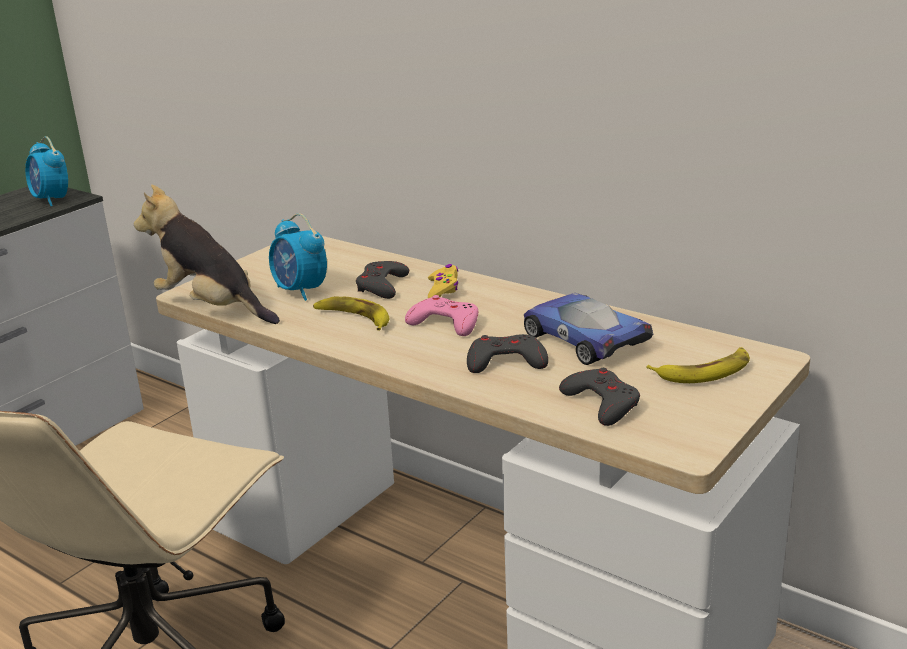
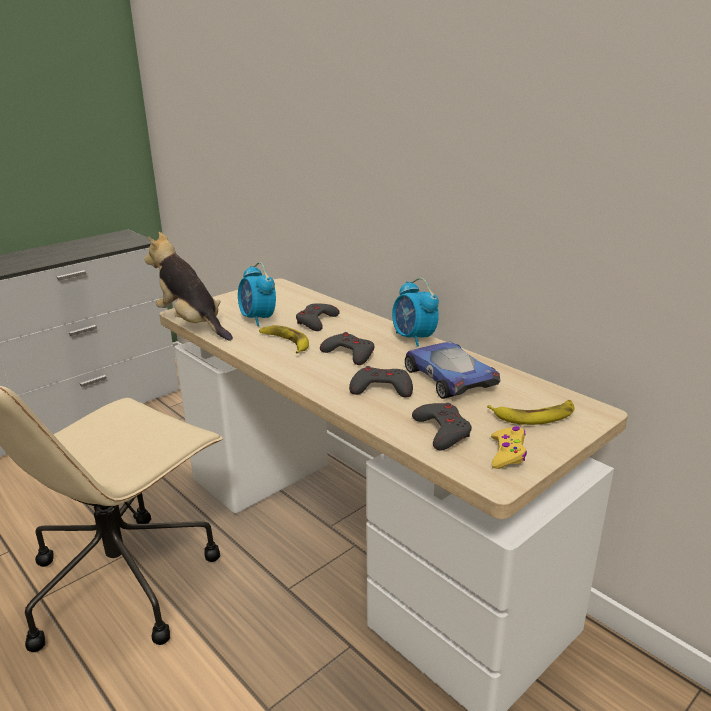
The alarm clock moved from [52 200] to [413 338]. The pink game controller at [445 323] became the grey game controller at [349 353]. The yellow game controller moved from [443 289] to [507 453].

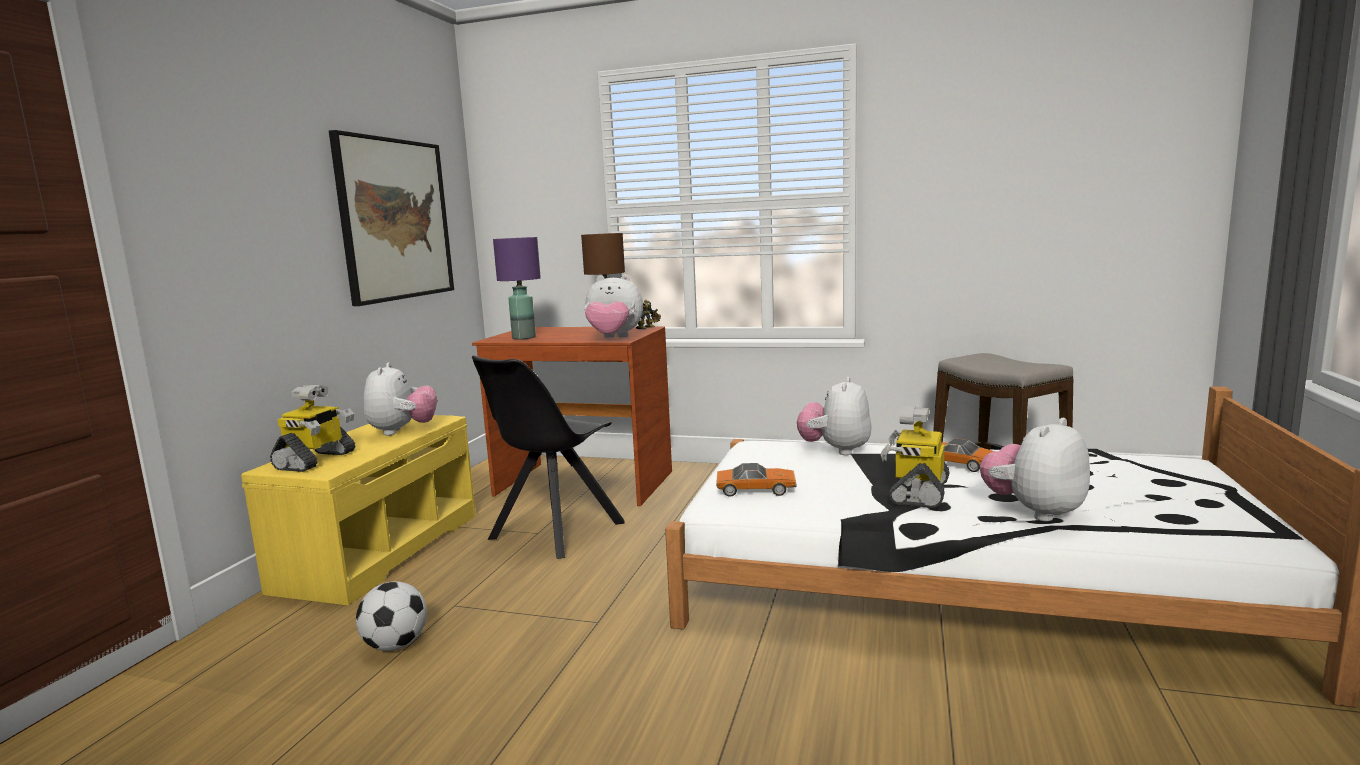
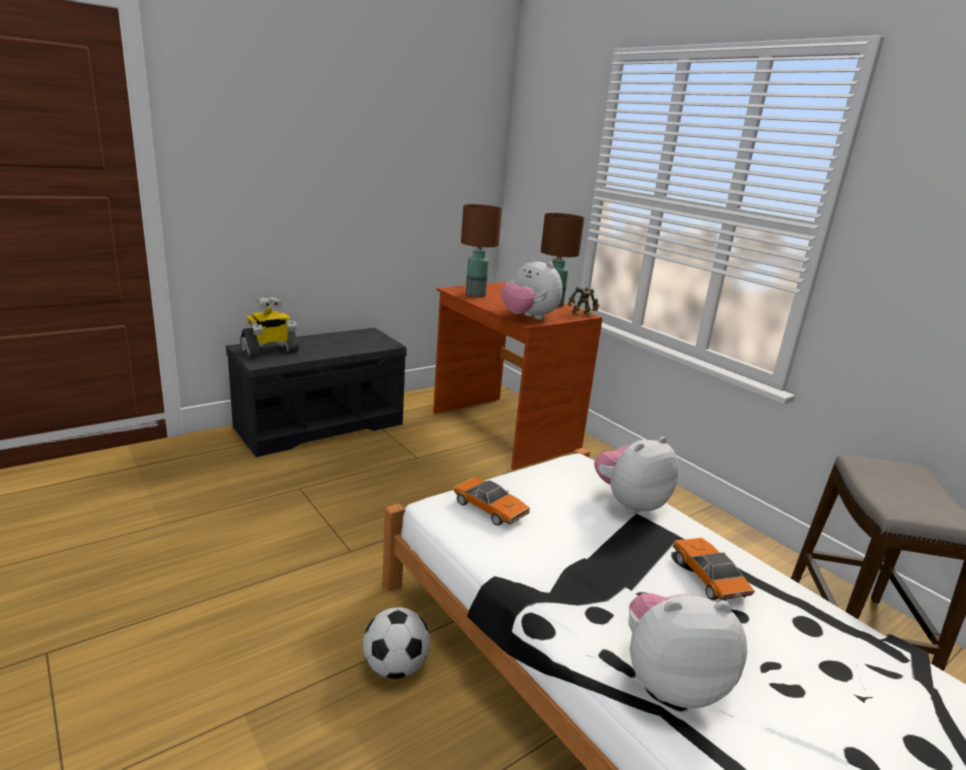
The yellow bench at [380 550] became the grey bench at [320 424]. The picture at [395 219] disappeared. The football moved from [396 645] to [395 667]. The plush toy at [402 431] disappeared. The black chair at [554 532] disappeared. The purple table lamp at [524 338] became the brown table lamp at [475 295]. The toy robot at [917 492] disappeared.

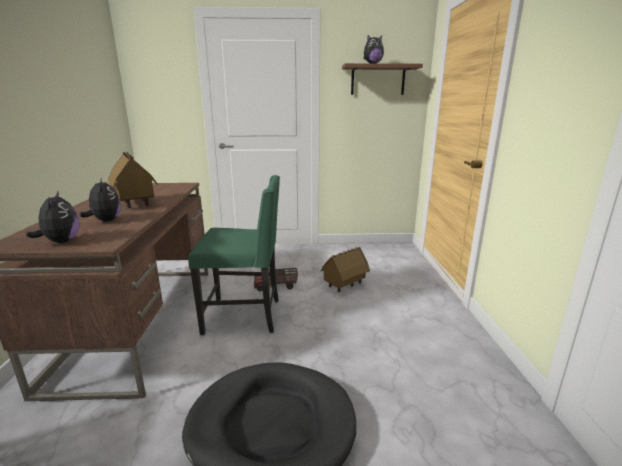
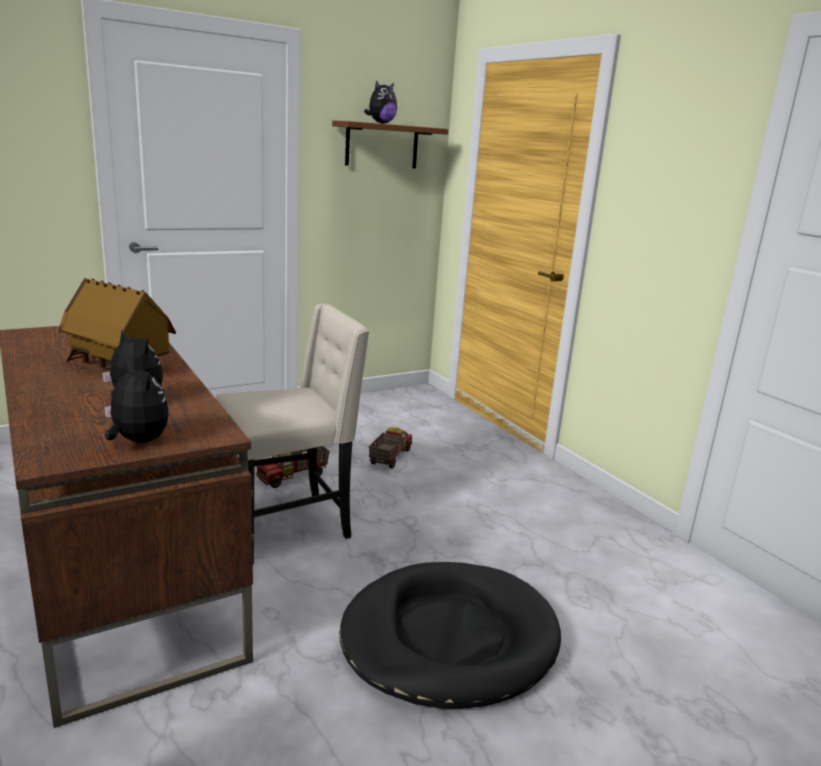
The green chair at [245 315] became the beige chair at [287 526]. The toy house at [344 285] was replaced by the toy truck at [389 457].

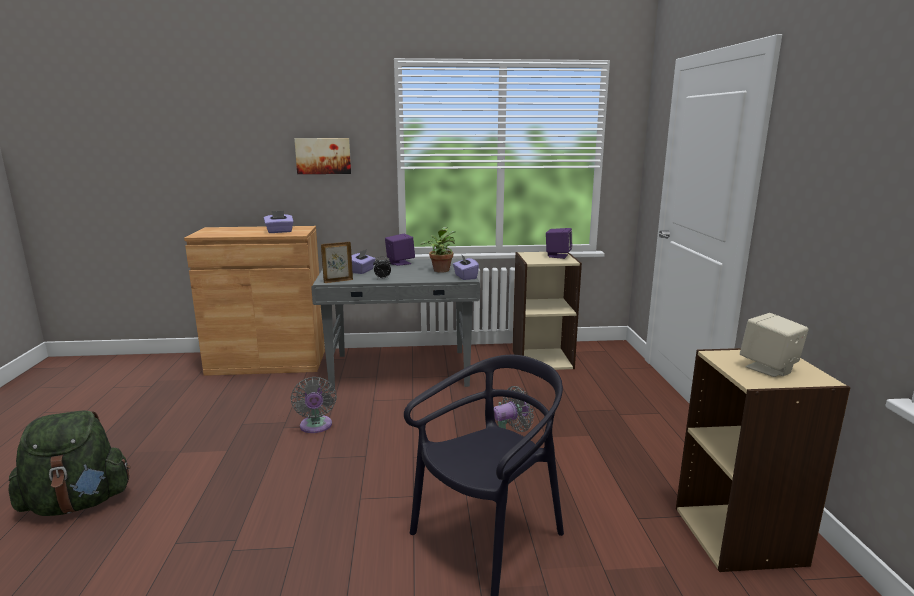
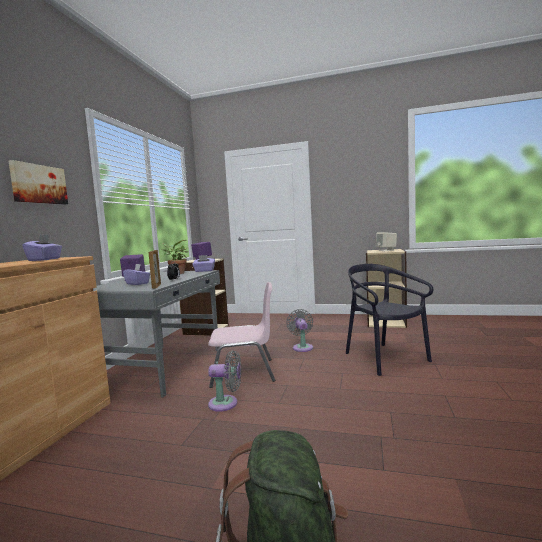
The pink chair at [244 372] appeared.

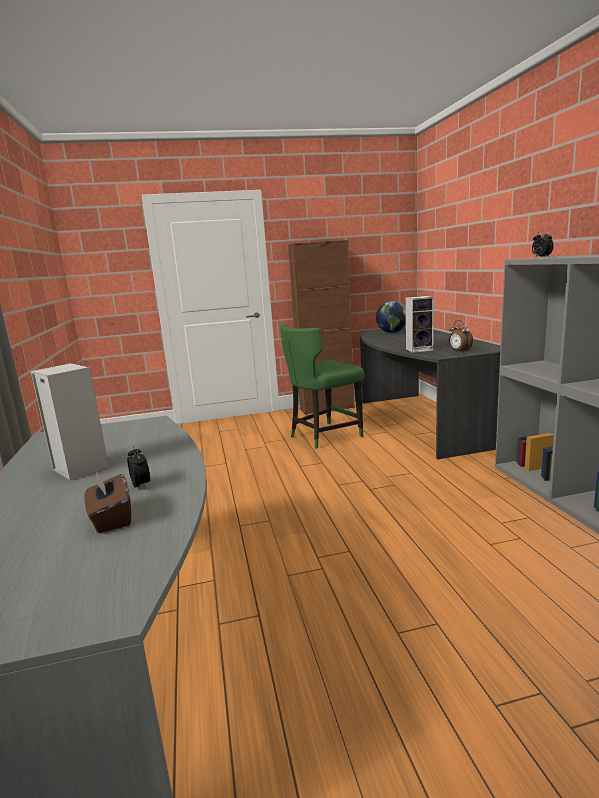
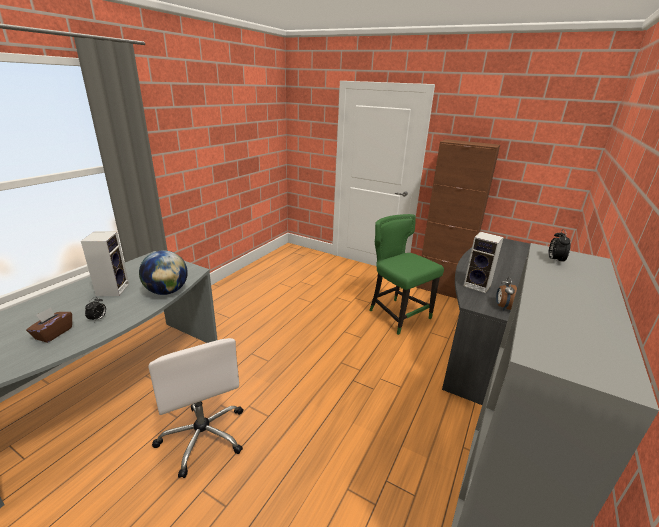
The green chair at [323 436] turned 45 degrees clockwise. The globe moved from [392 332] to [167 291]. The white office chair at [203 436] appeared.

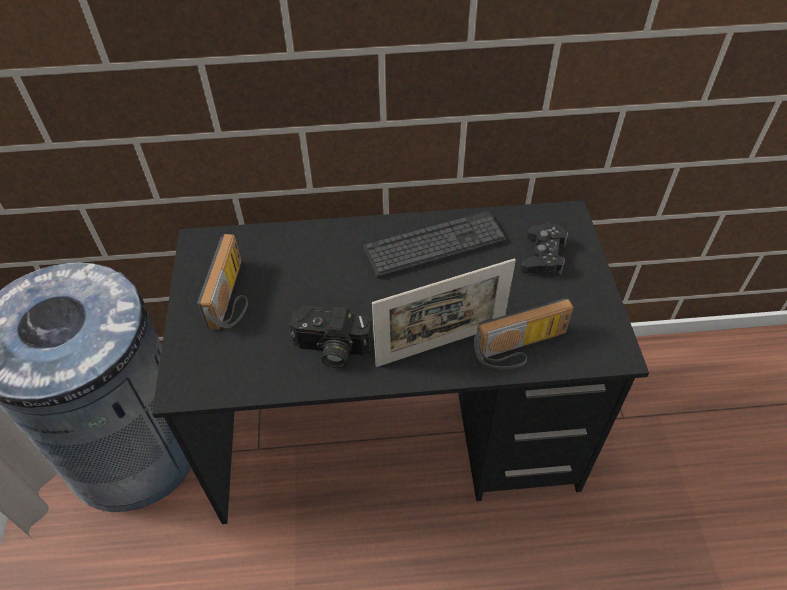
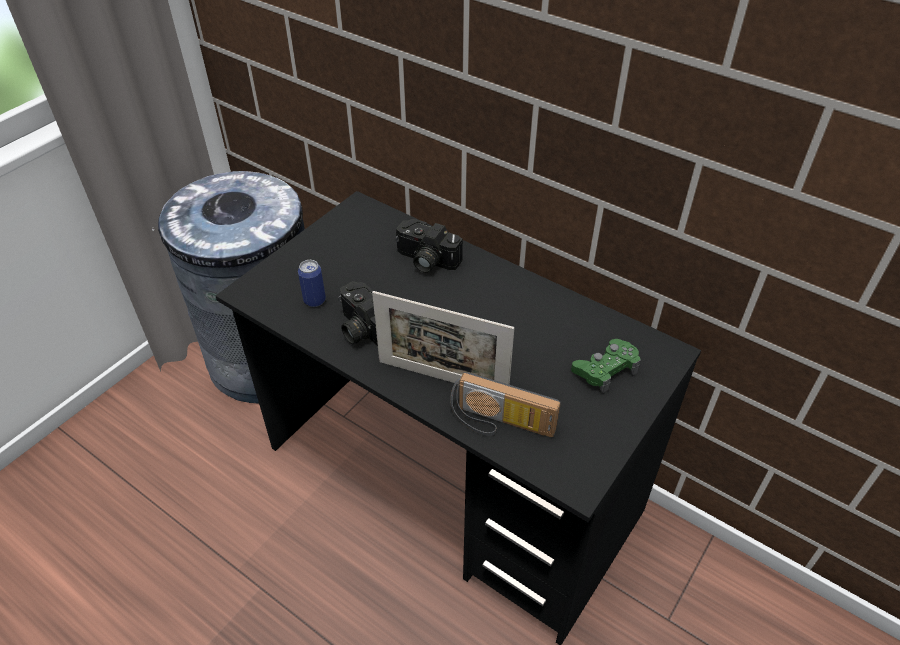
The radio at [233 297] disappeared. The keyboard at [434 245] disappeared. The black game controller at [543 256] became the green game controller at [605 369]. The can at [314 300] appeared. The photo camera at [425 260] appeared.

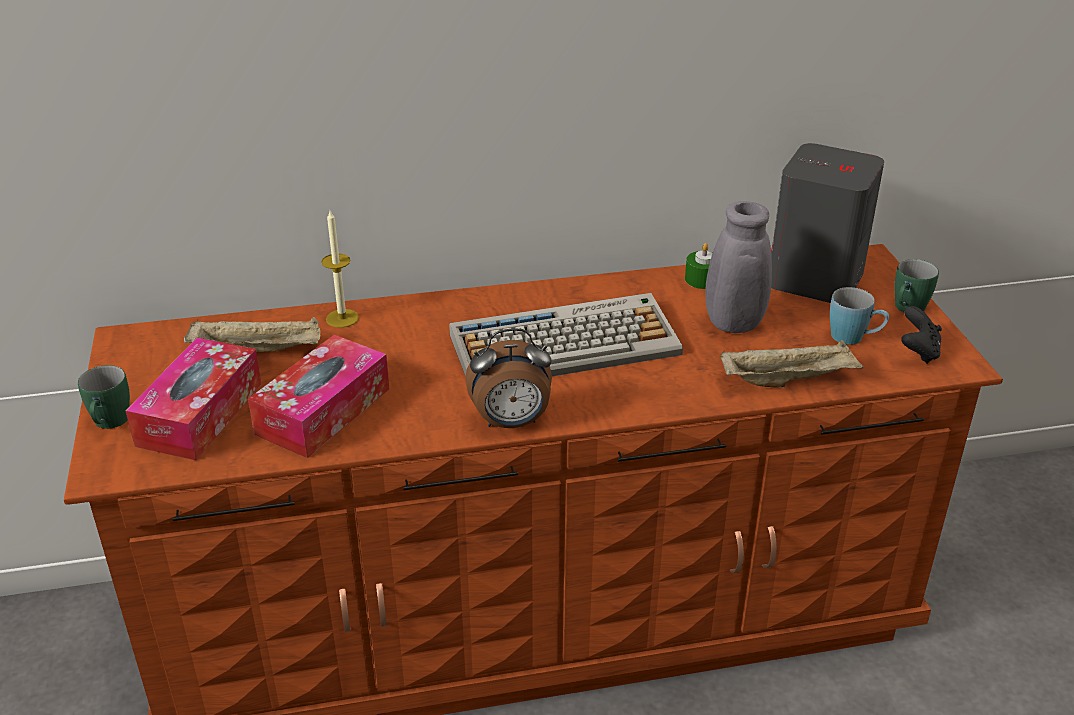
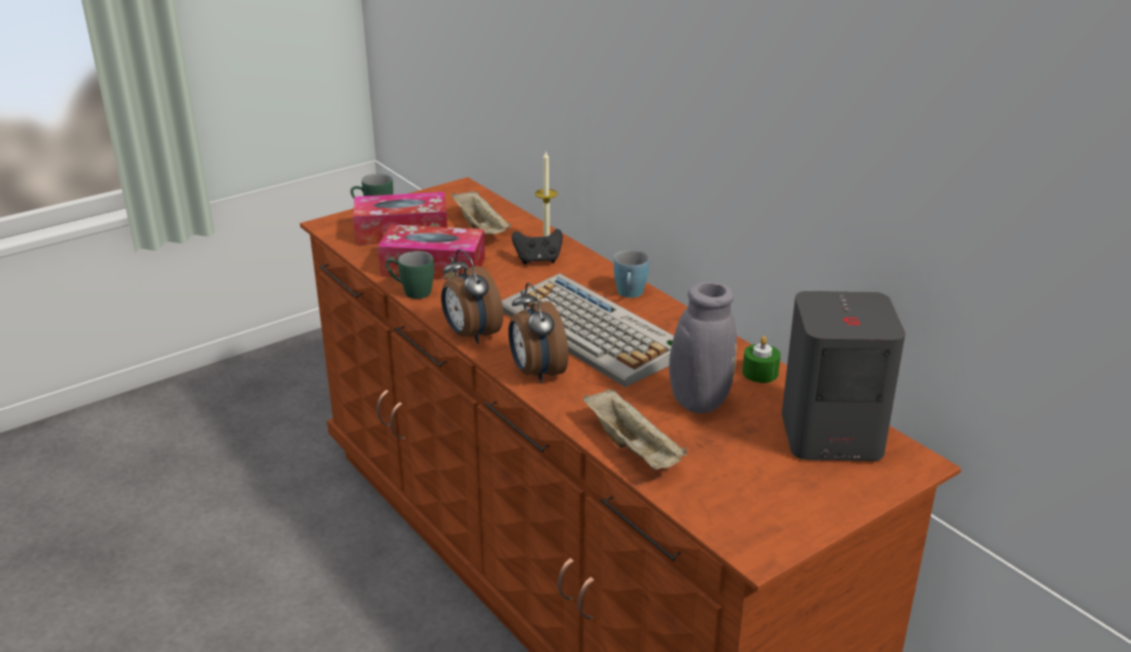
The blue mug moved from [854 338] to [630 294]. The green mug moved from [907 309] to [411 292]. The black game controller moved from [918 352] to [538 260]. The alarm clock at [536 373] appeared.

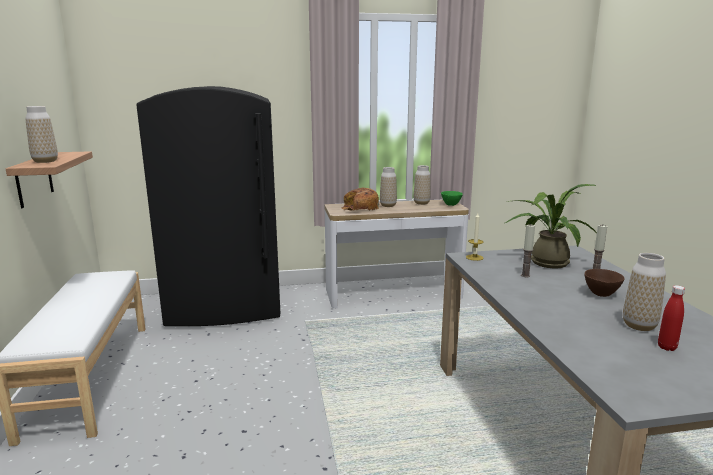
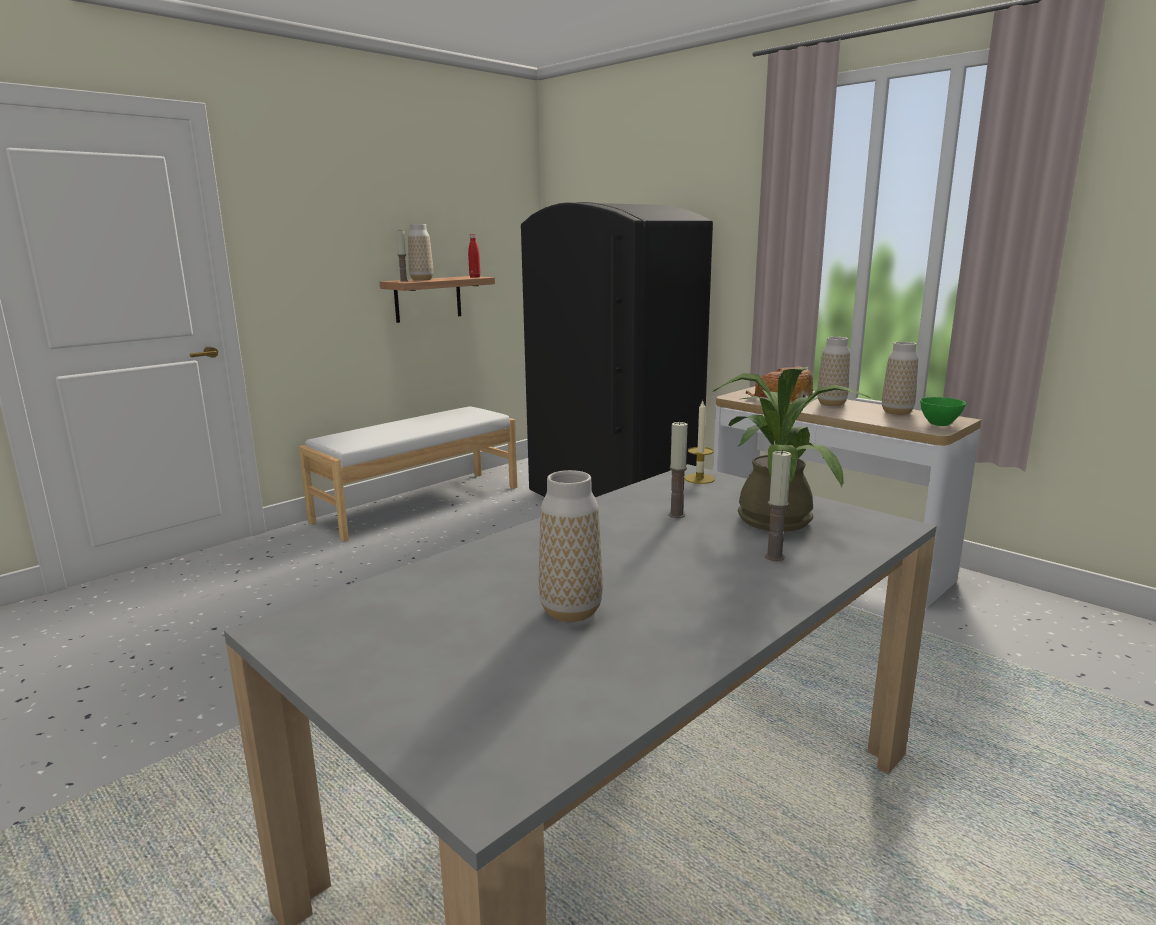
The brown bowl at [601 294] disappeared. The red bottle moved from [667 347] to [475 277]. The candle at [403 281] appeared.

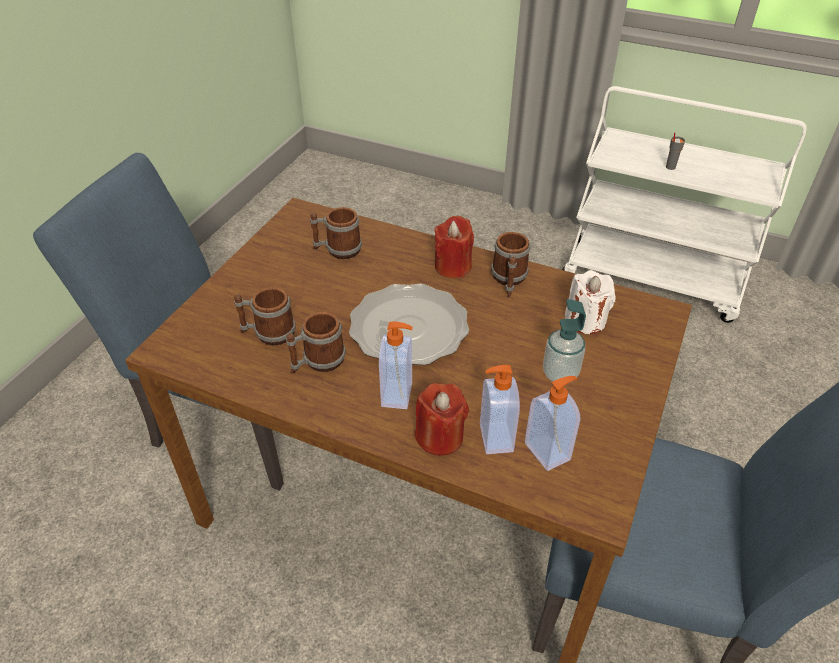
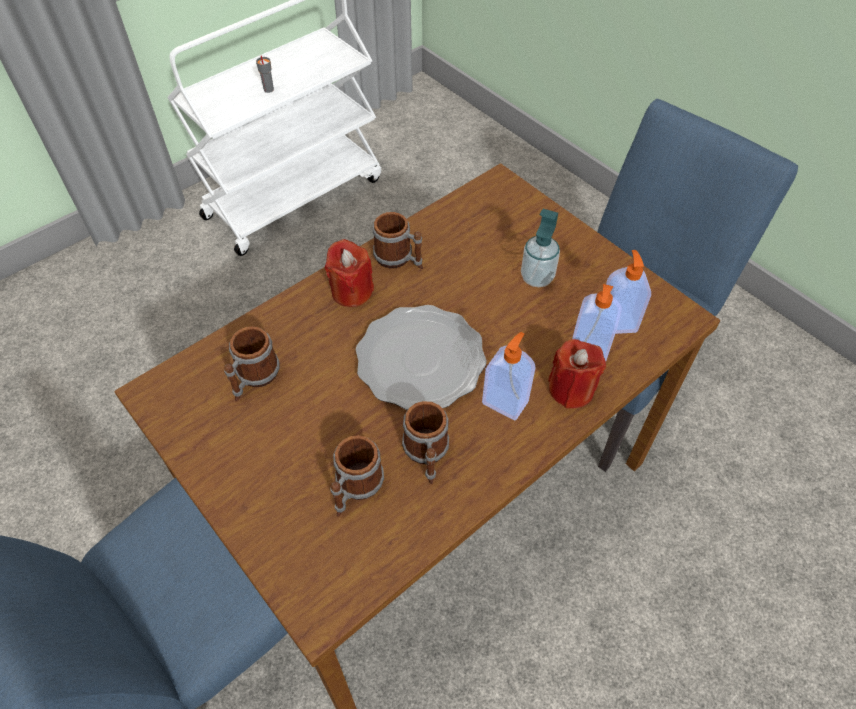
The white candle at [585 320] disappeared.

